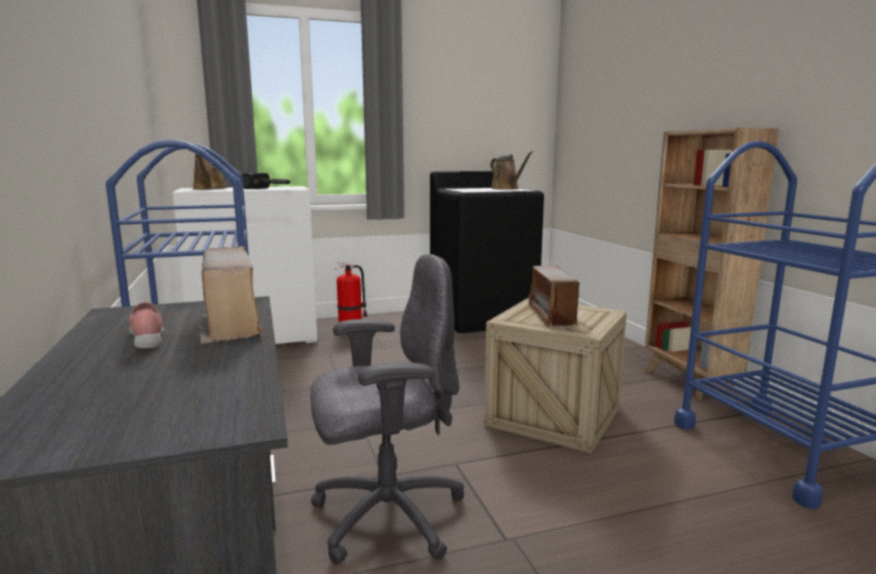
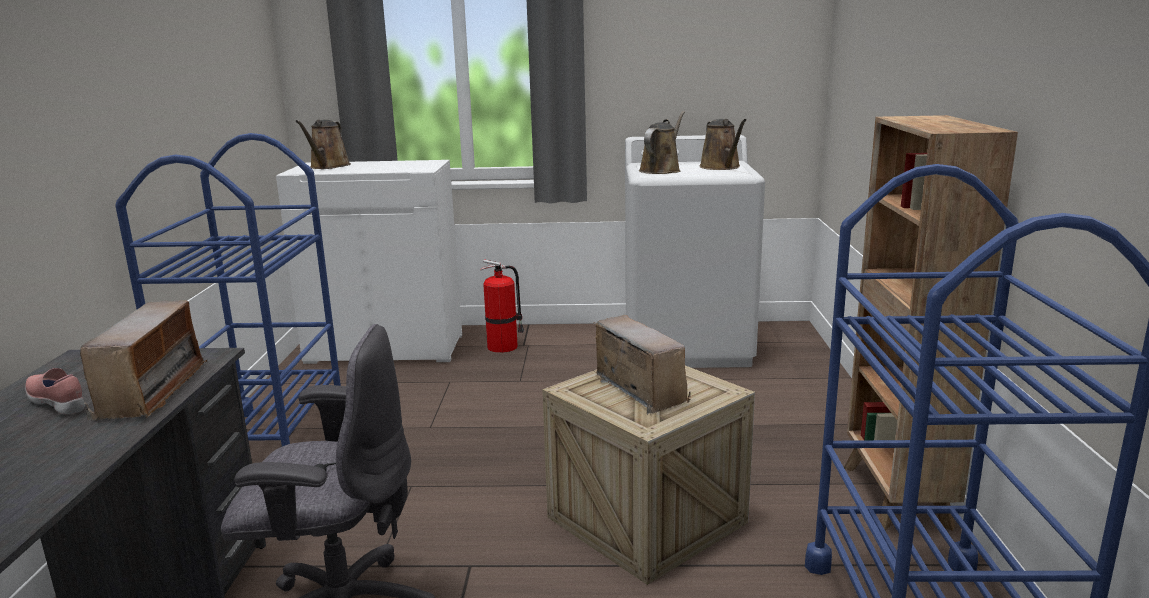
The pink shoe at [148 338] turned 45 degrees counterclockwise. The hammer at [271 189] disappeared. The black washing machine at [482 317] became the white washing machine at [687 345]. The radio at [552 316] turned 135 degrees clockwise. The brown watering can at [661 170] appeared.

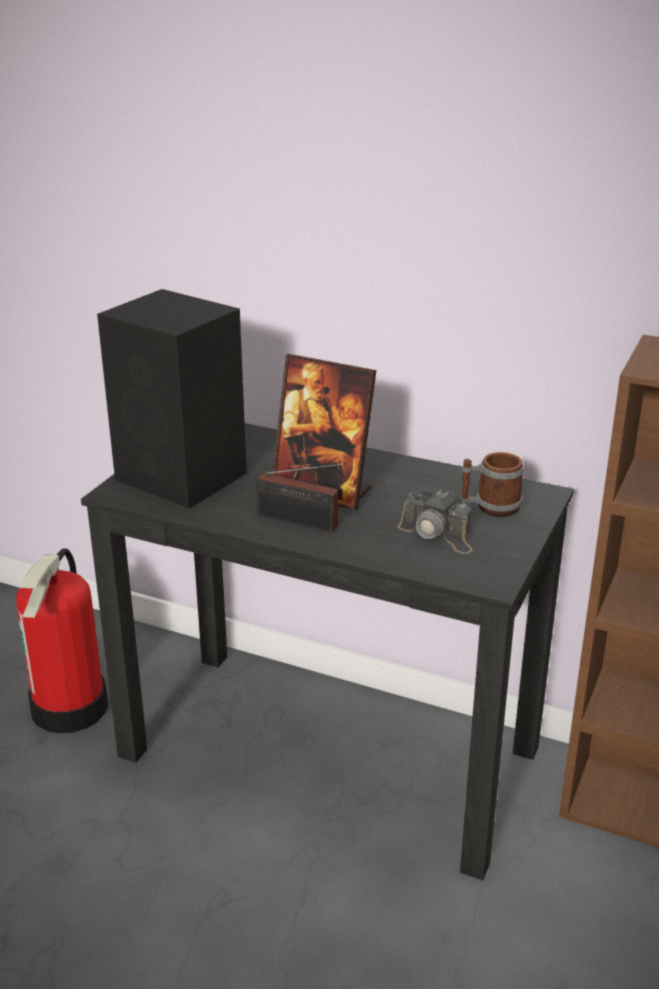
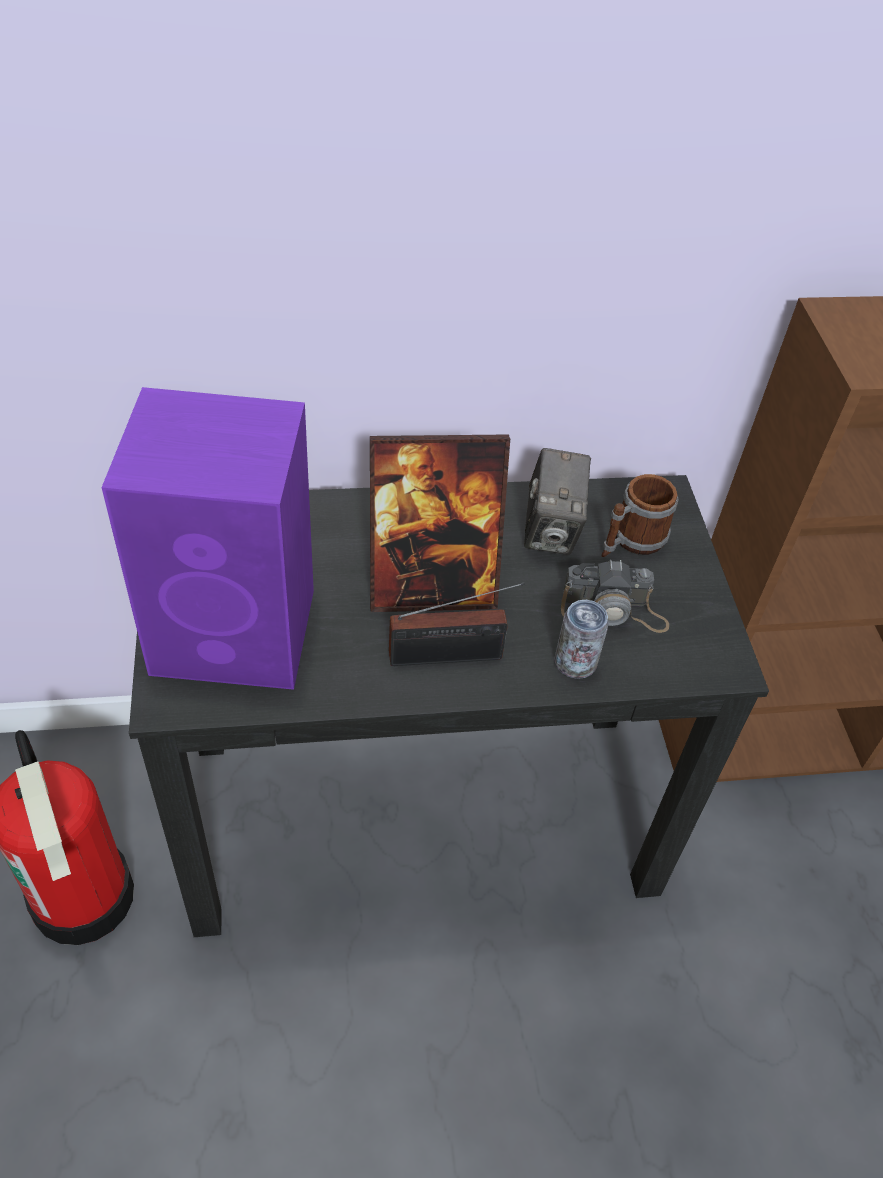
The black speaker at [183 477] became the purple speaker at [238 632]. The photo camera at [551 531] appeared. The can at [575 662] appeared.

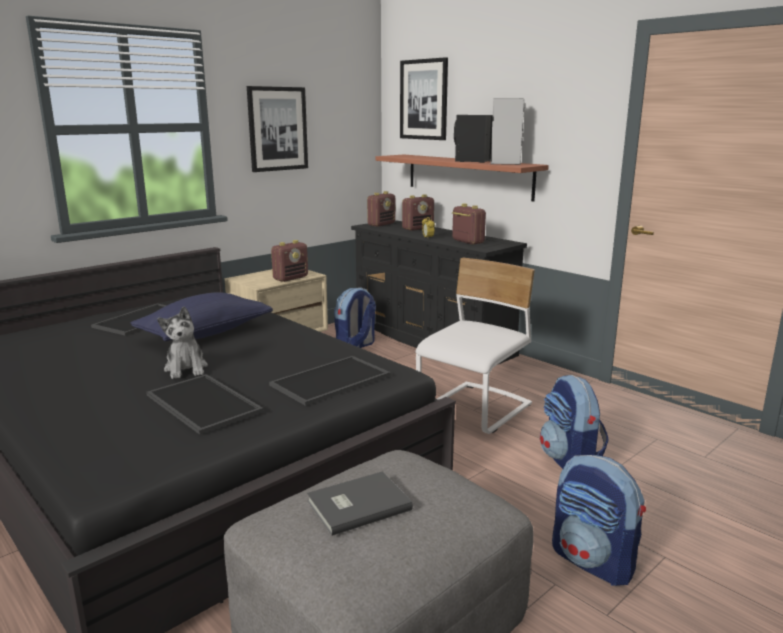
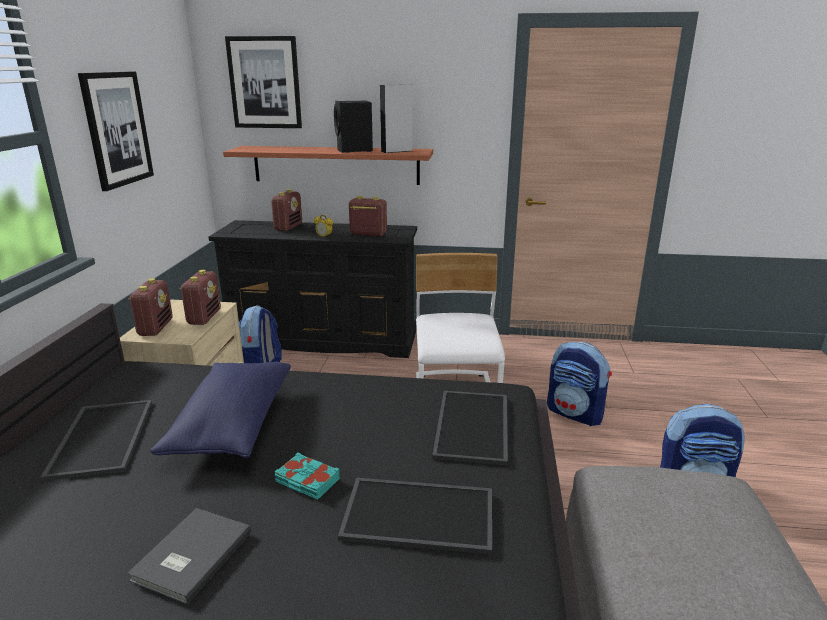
The plush toy at [186 368] was replaced by the turquoise book at [307 481]. The grey book moved from [356 504] to [189 556]. The radio moved from [381 224] to [155 328].

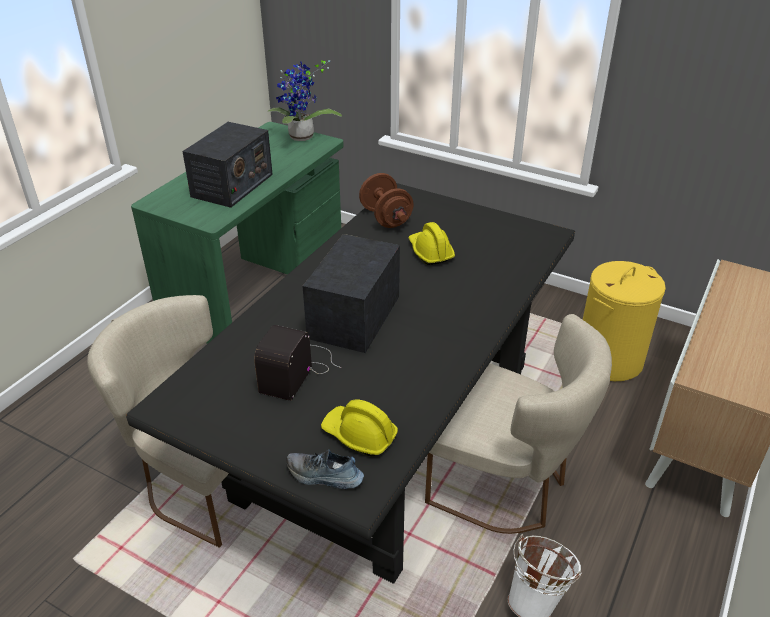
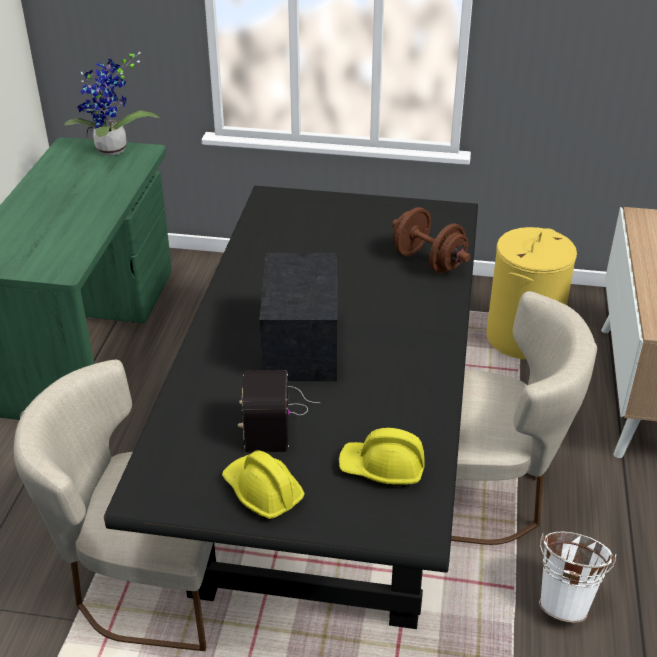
The radio at [232 186] disappeared. The shoe at [324 476] disappeared. The brown dumbbell moved from [386 218] to [428 261]. The yellow hard hat moved from [430 252] to [262 492].

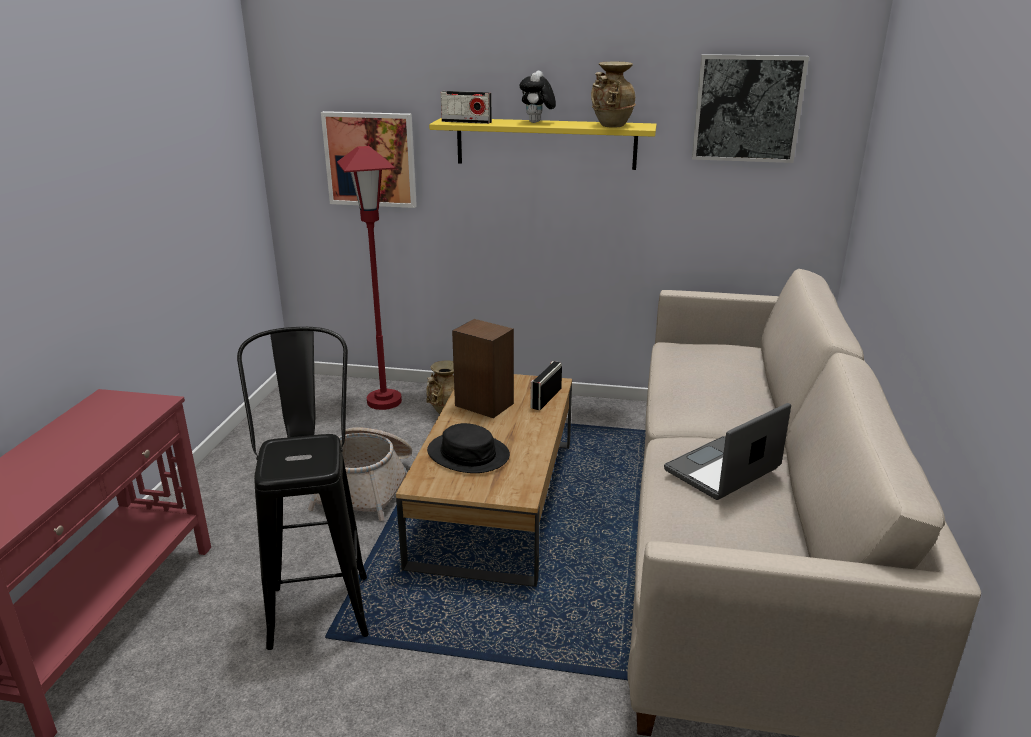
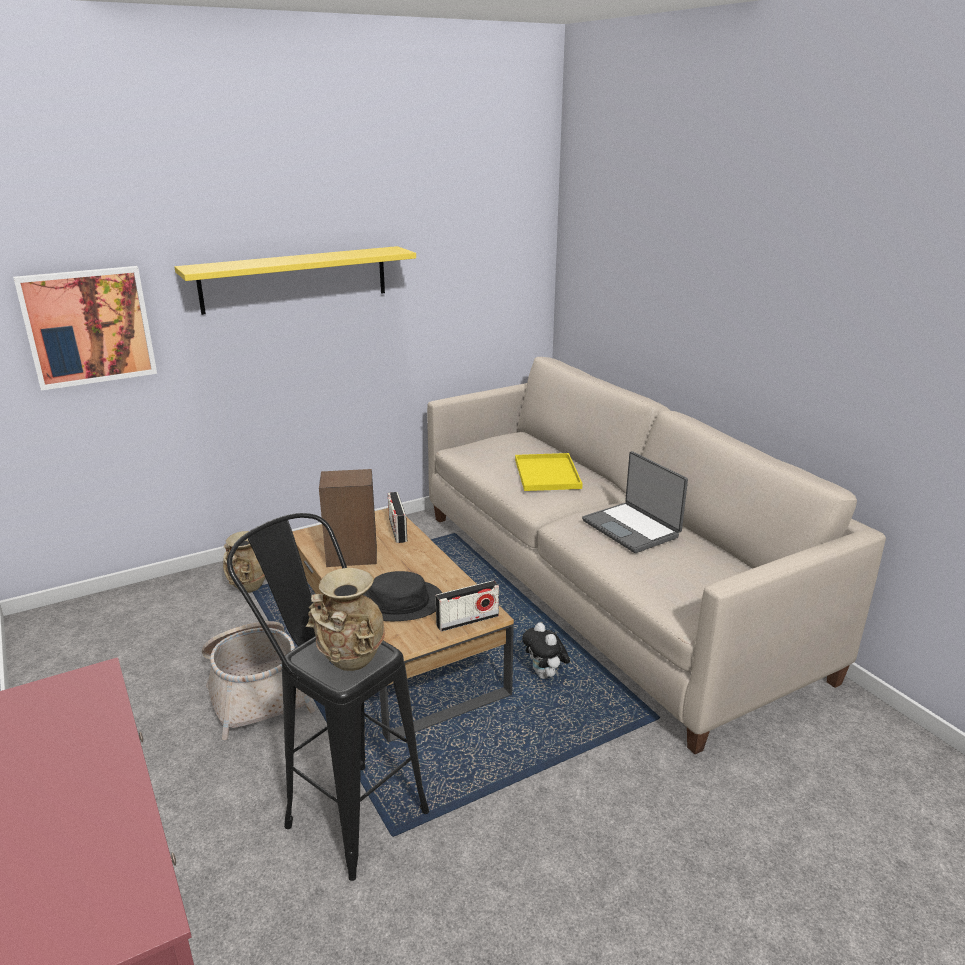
The red floor lamp at [384 401] disappeared. The radio moved from [466 122] to [467 620]. The plush toy moved from [537 122] to [545 675]. The beige vase moved from [610 126] to [350 662]. The laptop at [723 471] turned 45 degrees counterclockwise. The picture at [747 108] disappeared. The yellow tray at [546 473] appeared.

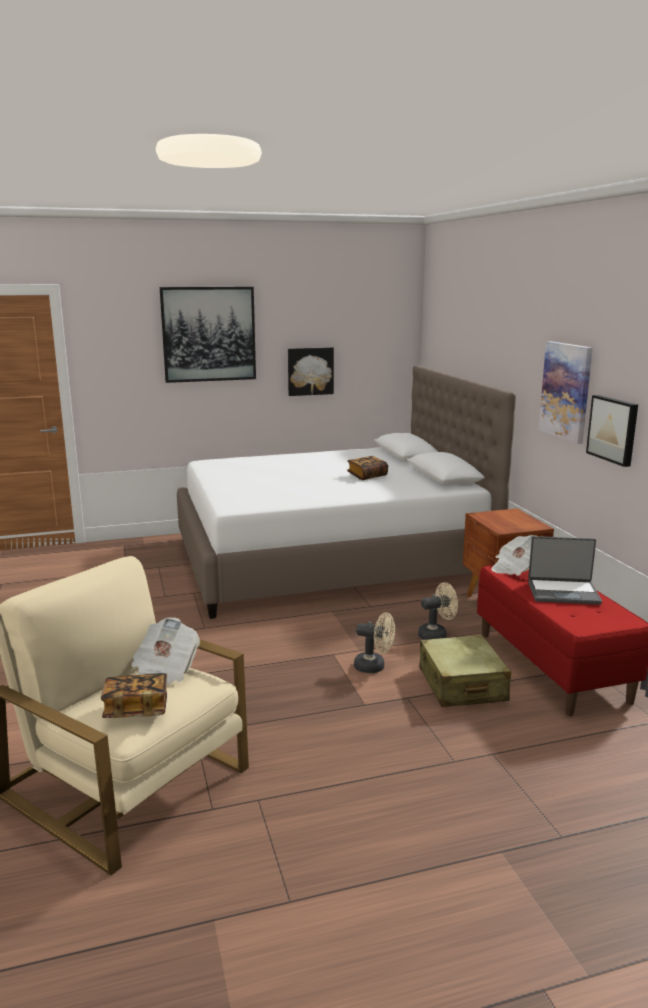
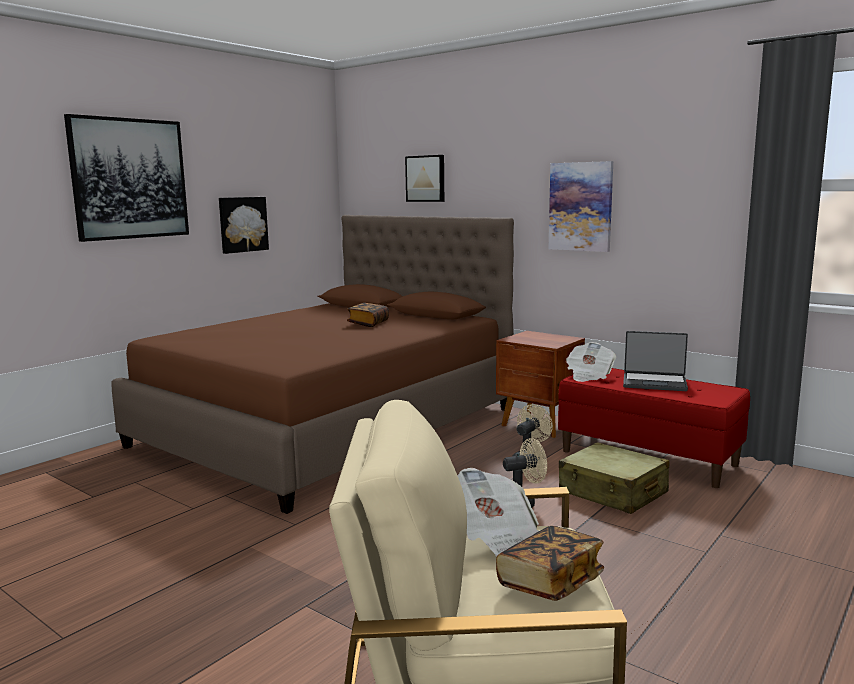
The white bed at [330 559] became the brown bed at [329 427]. The laptop at [563 592] turned 45 degrees clockwise. The picture moved from [614 429] to [426 178].

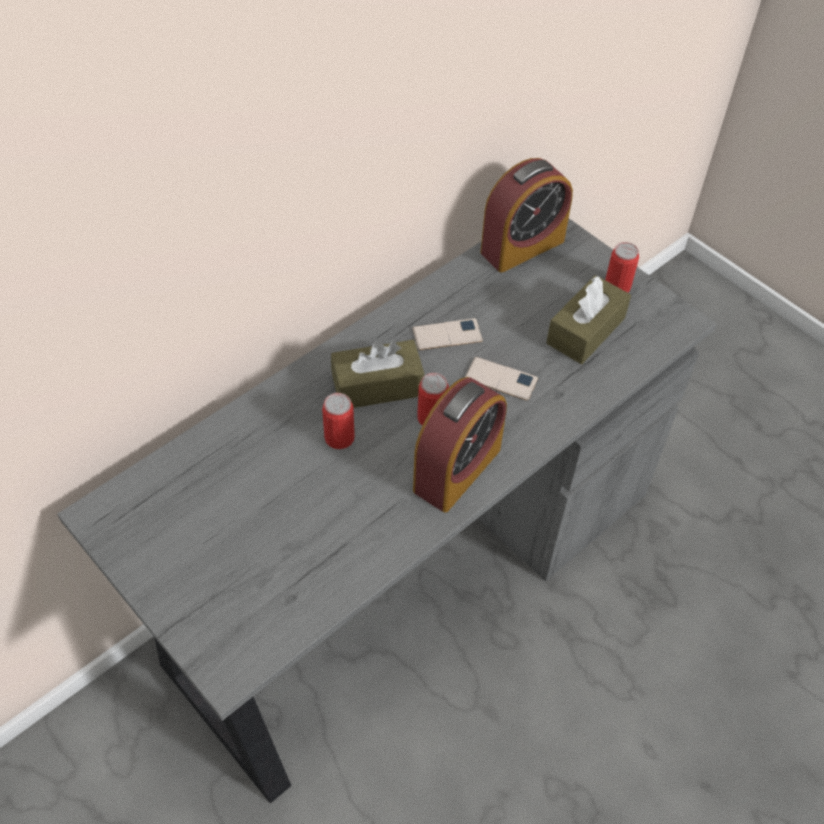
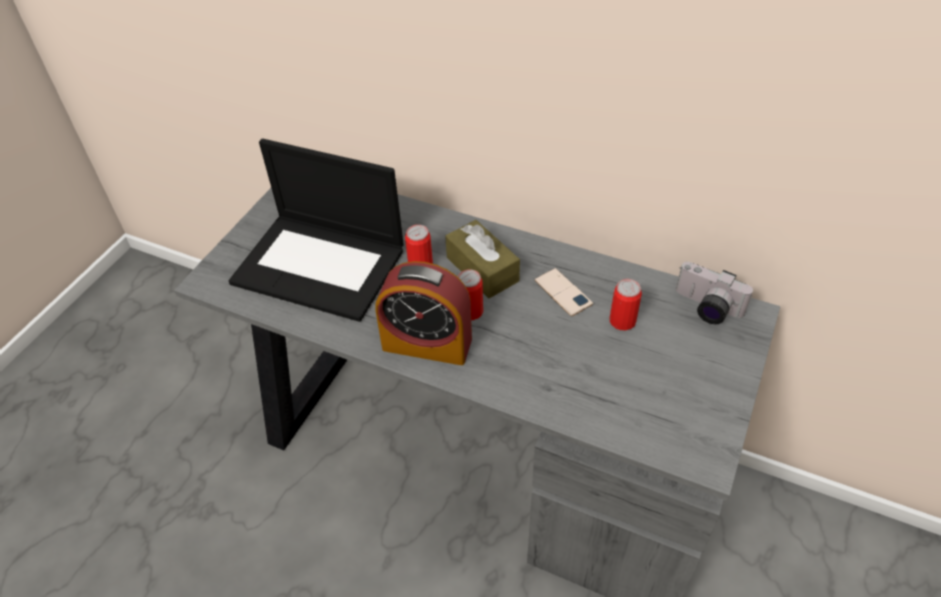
The phone at [501 379] disappeared. The alarm clock at [522 246] was replaced by the photo camera at [705 308]. The brown tissue box at [585 331] disappeared. The can moved from [617 286] to [622 321]. The laptop at [321 265] appeared.

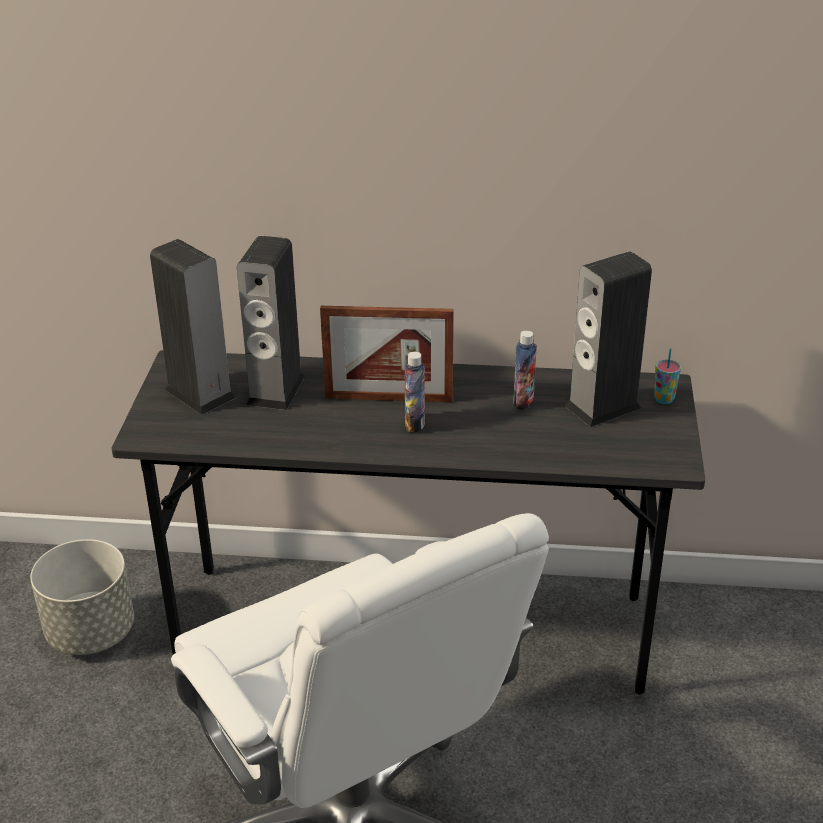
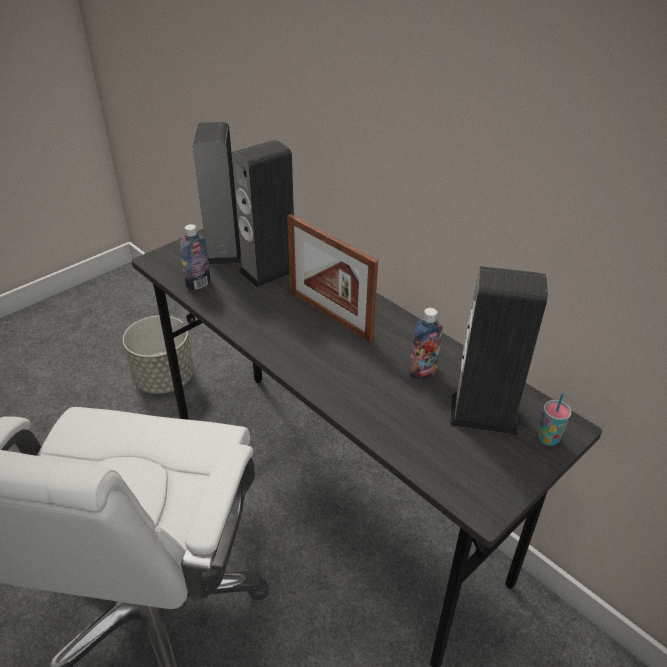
The bottle moved from [415 424] to [198 284].

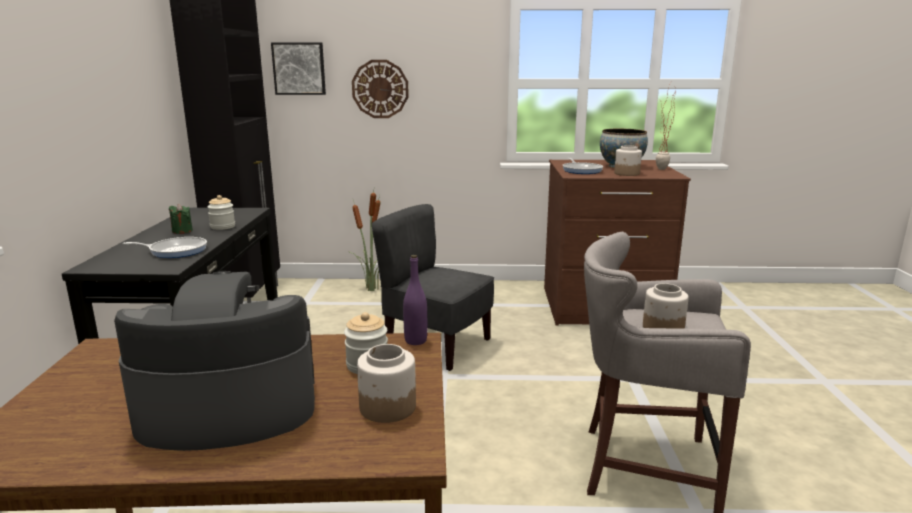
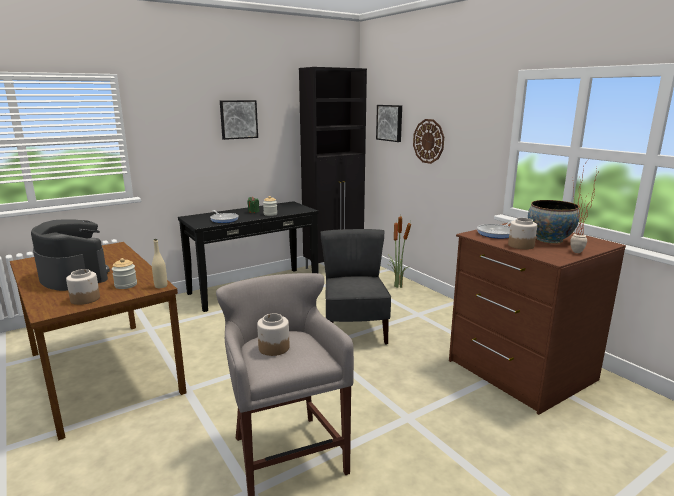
The purple bottle at [415 340] became the beige bottle at [161 286]. The picture at [238 119] appeared.

